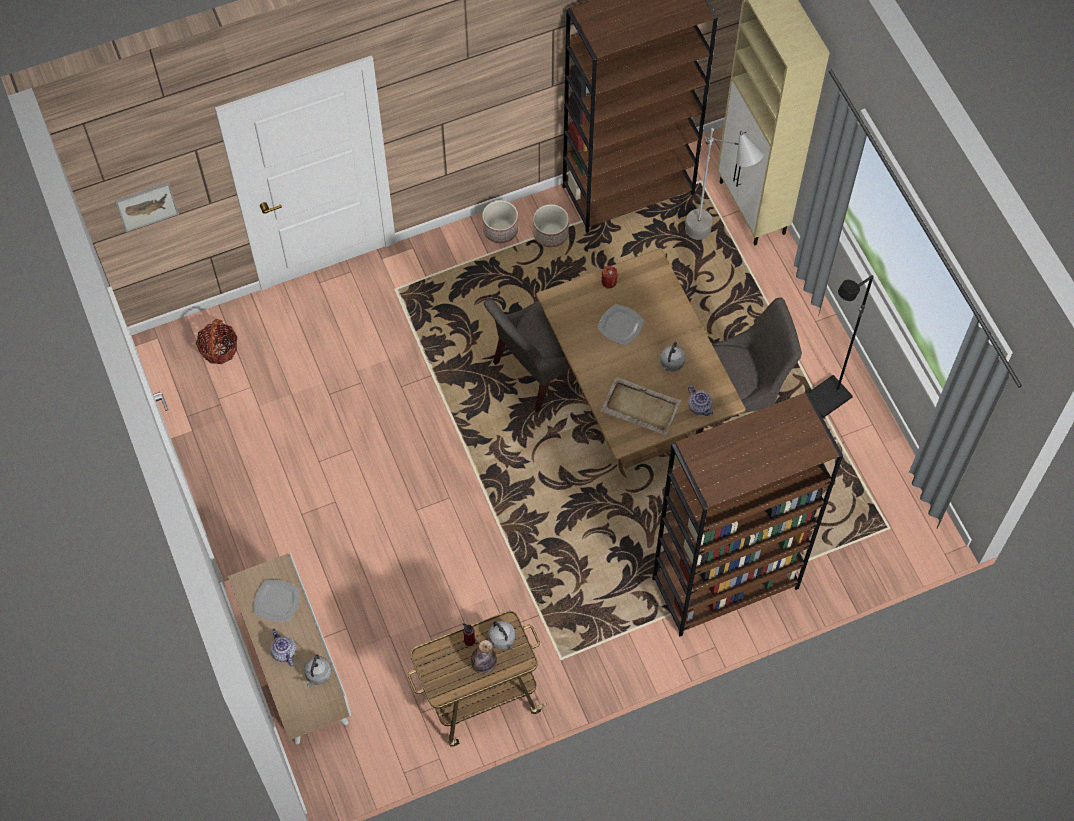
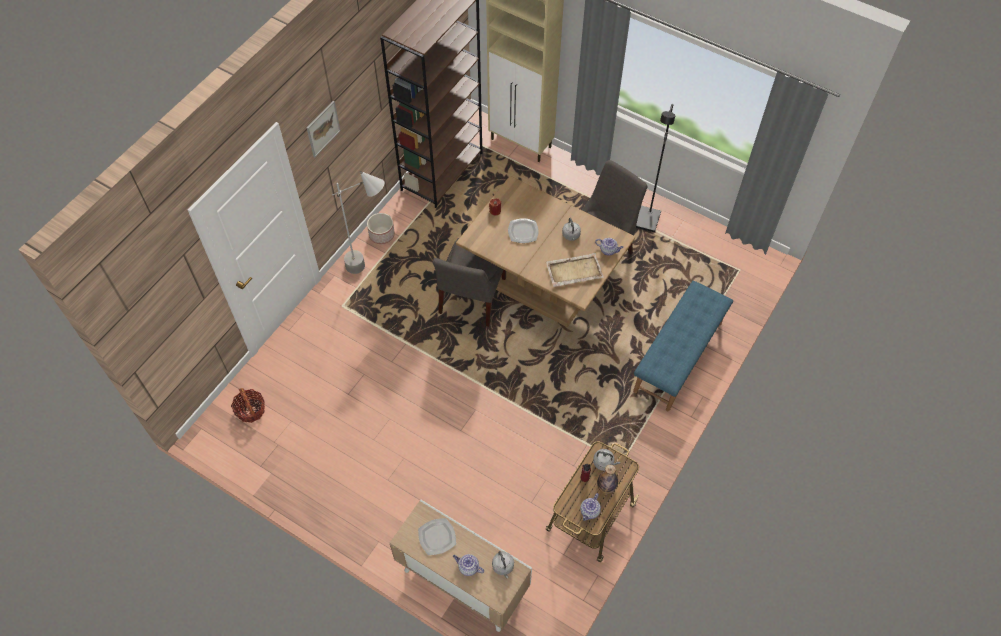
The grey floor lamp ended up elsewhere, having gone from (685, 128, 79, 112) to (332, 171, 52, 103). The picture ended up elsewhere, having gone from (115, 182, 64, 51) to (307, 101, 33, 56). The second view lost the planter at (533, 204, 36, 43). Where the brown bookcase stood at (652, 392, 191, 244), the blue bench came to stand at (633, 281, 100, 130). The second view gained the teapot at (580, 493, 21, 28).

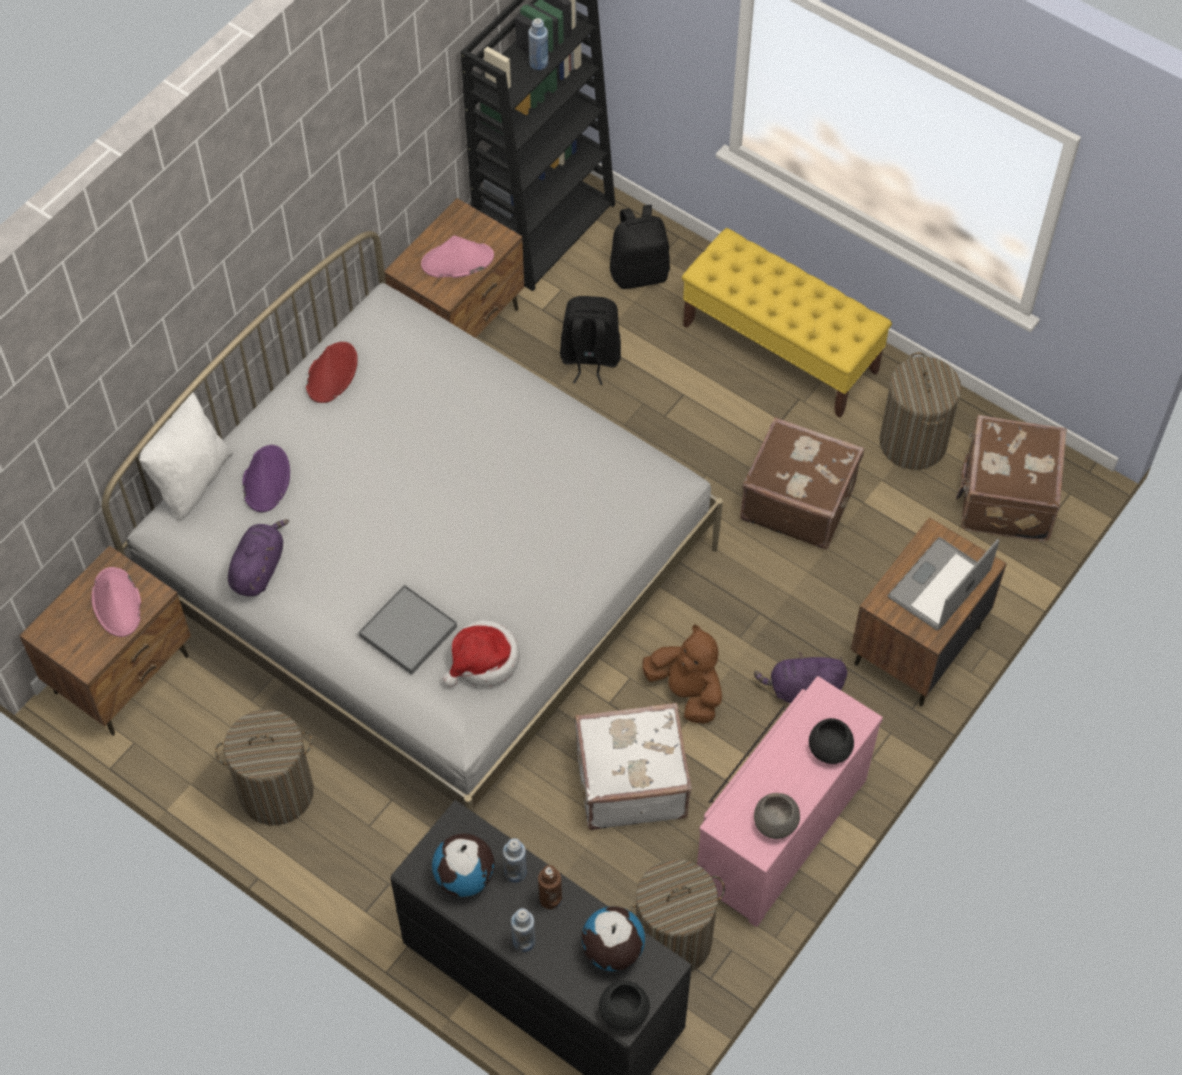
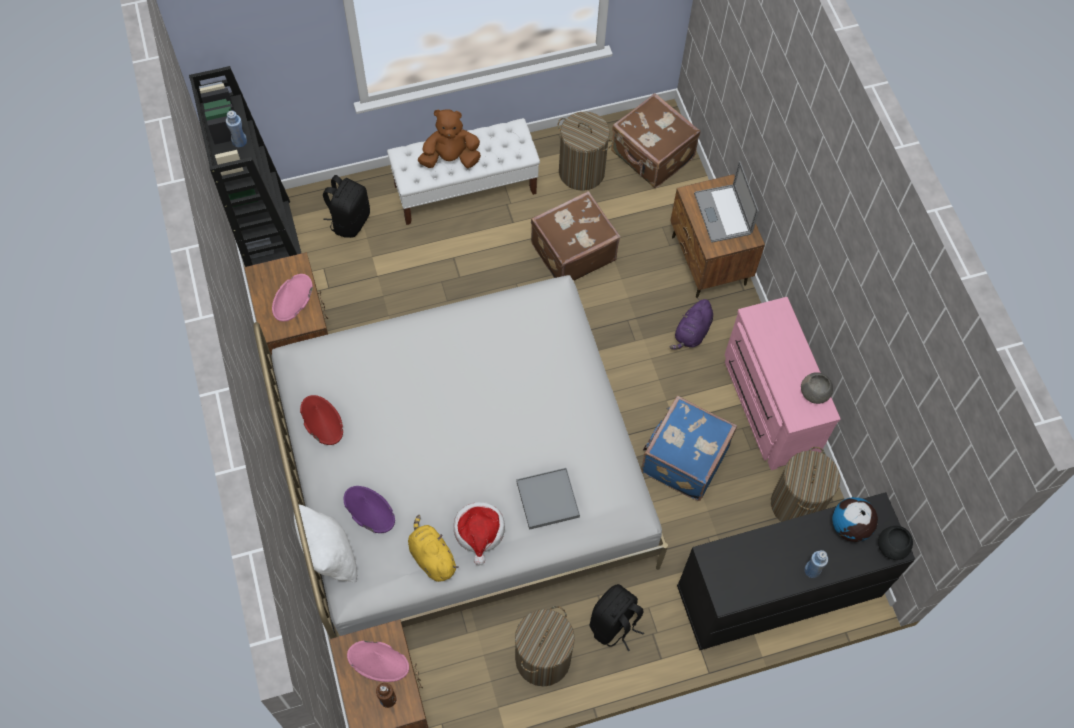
What was the yellow bench at (682, 228, 210, 190) turned into the white bench at (387, 118, 153, 107). The black backpack ended up elsewhere, having gone from (560, 296, 61, 89) to (590, 584, 54, 68). What was the purple plush toy at (228, 519, 61, 77) turned into the yellow plush toy at (408, 515, 51, 67). The hat ended up elsewhere, having gone from (442, 620, 78, 68) to (454, 502, 51, 63). The brown plush toy ended up elsewhere, having gone from (642, 624, 80, 100) to (418, 109, 63, 59). What was the white suitcase at (575, 703, 117, 127) turned into the blue suitcase at (641, 396, 96, 105). The second view lost the black bowl at (809, 718, 45, 46). The second view lost the globe at (432, 833, 63, 64). The second view lost the blue bottle at (503, 838, 24, 45). The brown bottle ended up elsewhere, having gone from (538, 865, 24, 44) to (376, 683, 20, 25).

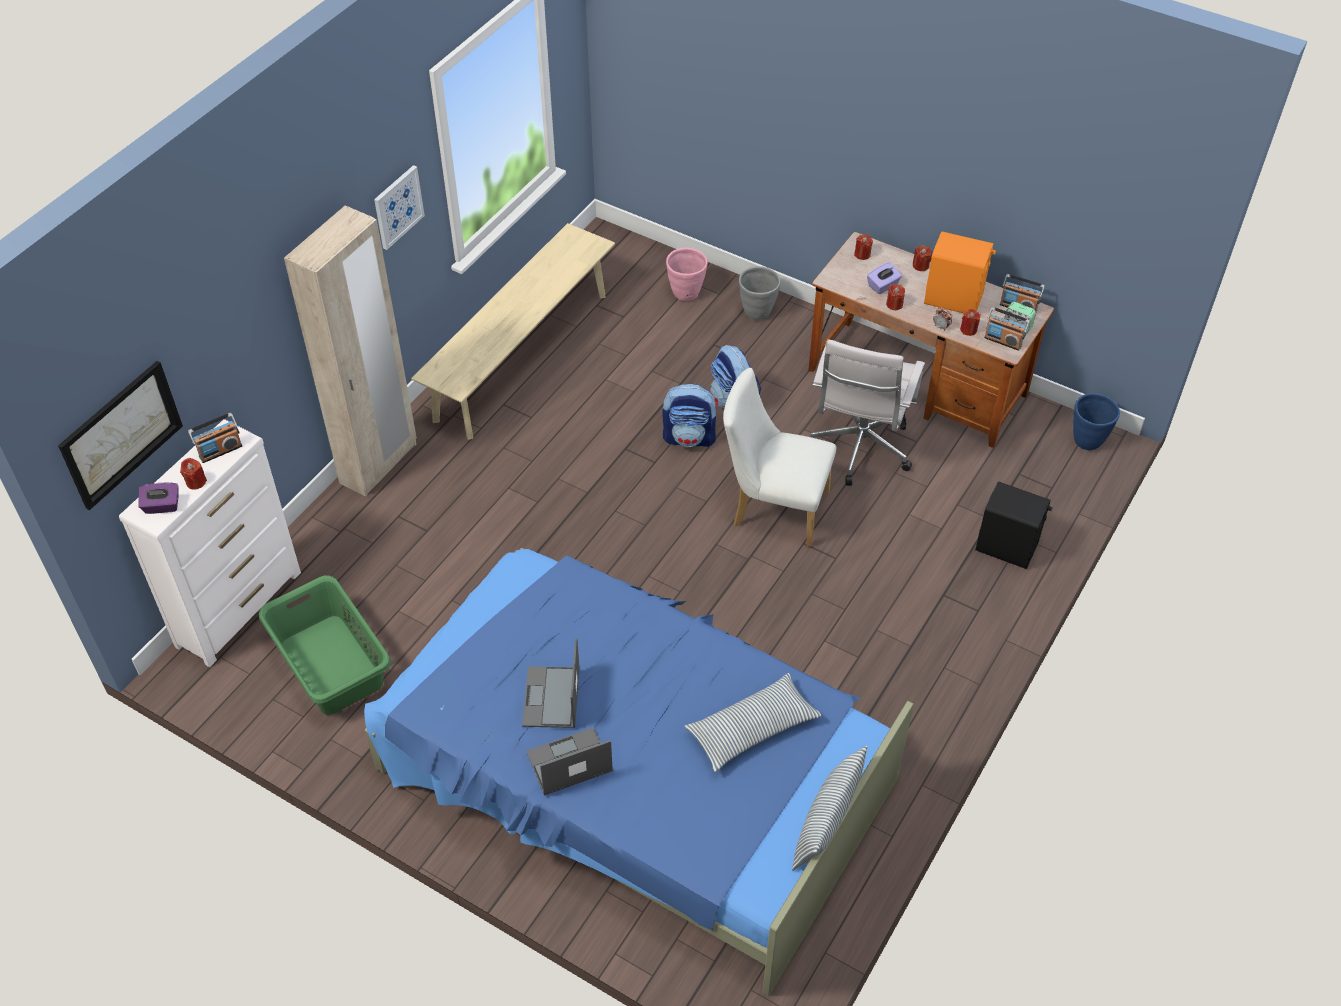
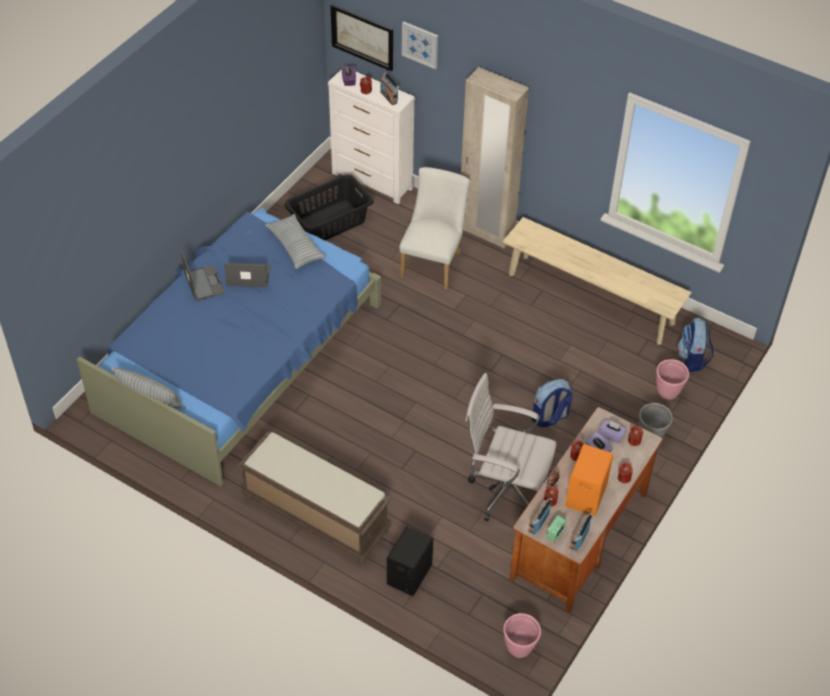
The picture ended up elsewhere, having gone from (374, 165, 51, 85) to (402, 22, 36, 47). The white chair ended up elsewhere, having gone from (723, 368, 113, 179) to (399, 167, 71, 122). The backpack ended up elsewhere, having gone from (663, 383, 55, 64) to (677, 318, 36, 54). What was the blue planter at (1073, 393, 47, 57) turned into the pink planter at (503, 613, 38, 45). What was the green laundry basket at (259, 575, 132, 140) turned into the black laundry basket at (285, 174, 89, 66). The pillow ended up elsewhere, having gone from (684, 673, 138, 99) to (265, 214, 61, 55). The second view gained the purple tissue box at (599, 420, 28, 23). The second view gained the brown bench at (238, 431, 154, 132).

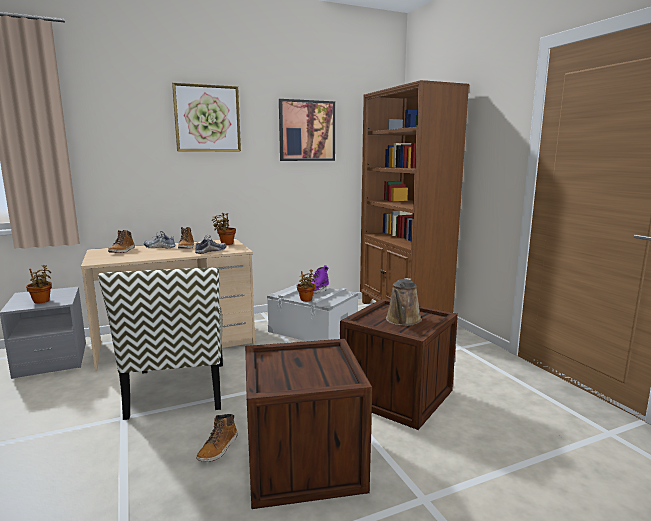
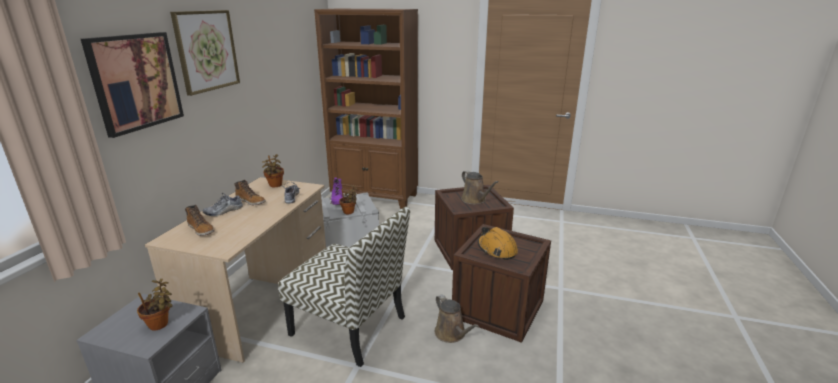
The picture ended up elsewhere, having gone from (279, 99, 56, 62) to (81, 32, 103, 106). Where the boot stood at (196, 414, 42, 48), the brown watering can came to stand at (435, 294, 44, 49). The second view gained the orange hard hat at (478, 227, 40, 33).

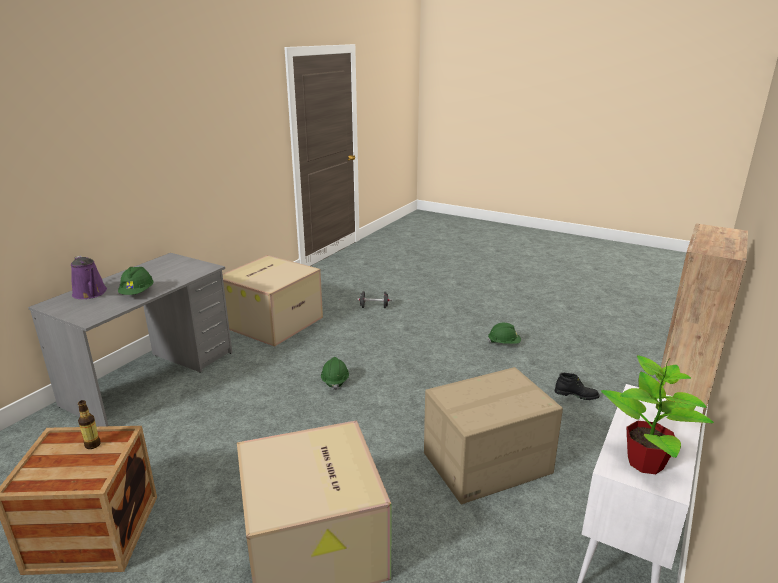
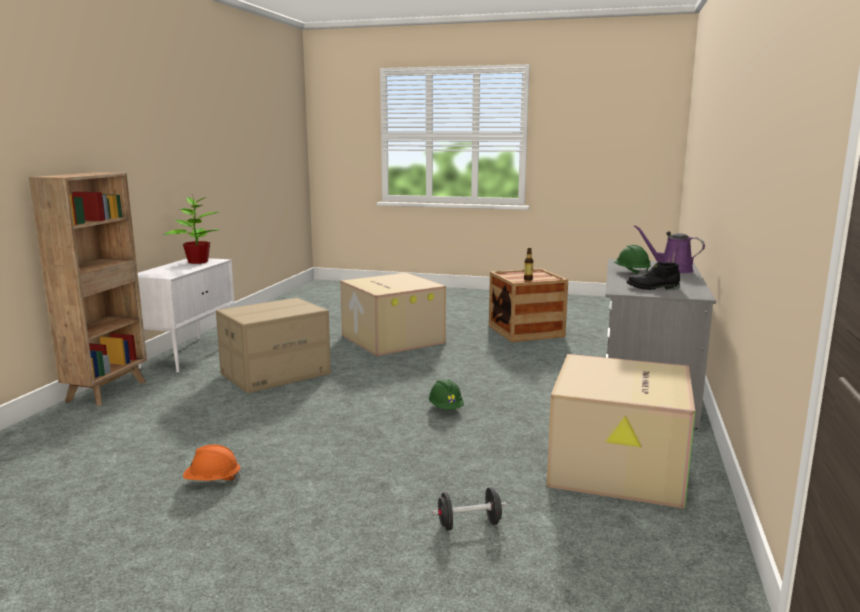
What was the green hard hat at (488, 323, 33, 21) turned into the orange hard hat at (183, 444, 59, 37). The black boot ended up elsewhere, having gone from (555, 373, 44, 27) to (627, 262, 53, 28).

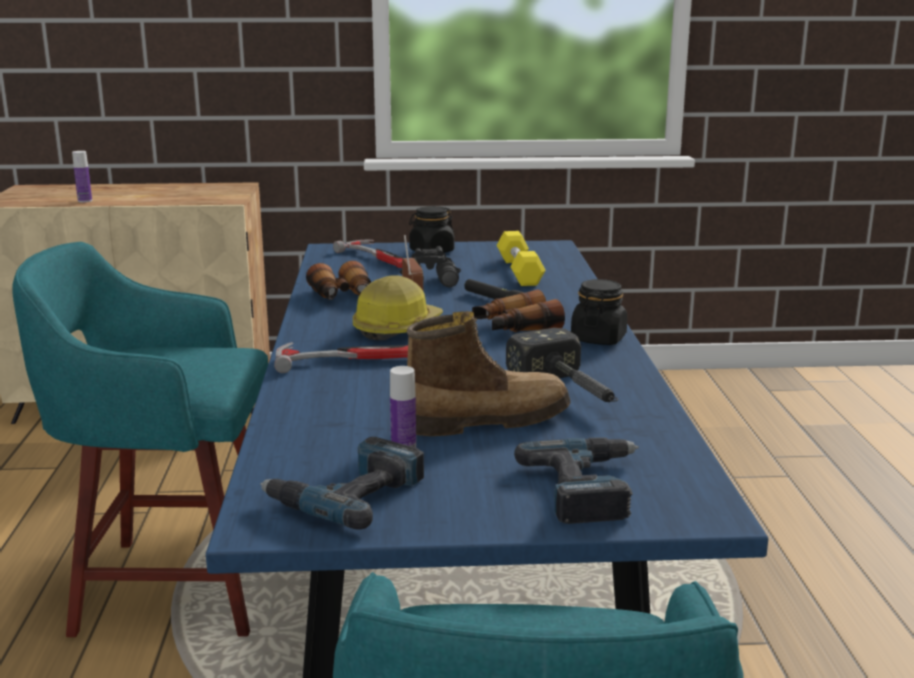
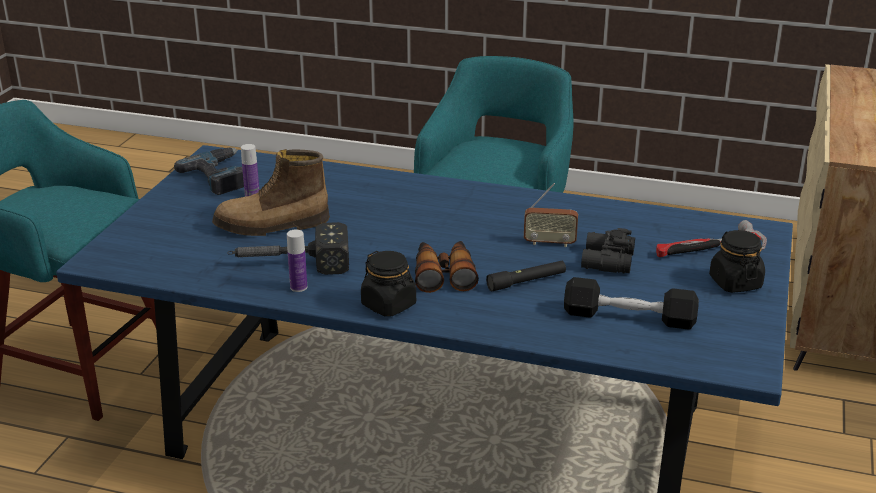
The bottle ended up elsewhere, having gone from (72, 151, 20, 51) to (287, 230, 20, 62). What was the yellow dumbbell at (497, 231, 49, 55) turned into the black dumbbell at (564, 277, 135, 53). The second view lost the binoculars at (306, 261, 65, 39). The second view lost the hard hat at (353, 275, 90, 65). The boot at (407, 311, 164, 125) ended up facing another way, 75 degrees clockwise from before. The second view lost the hammer at (274, 342, 134, 31). The second view lost the power drill at (514, 437, 125, 87).

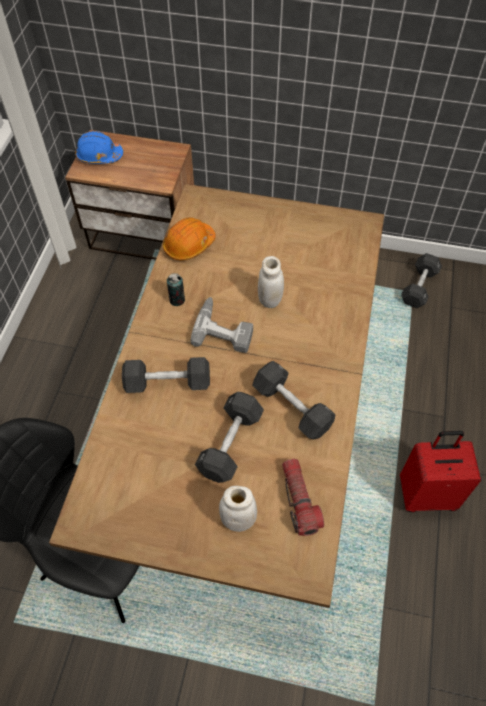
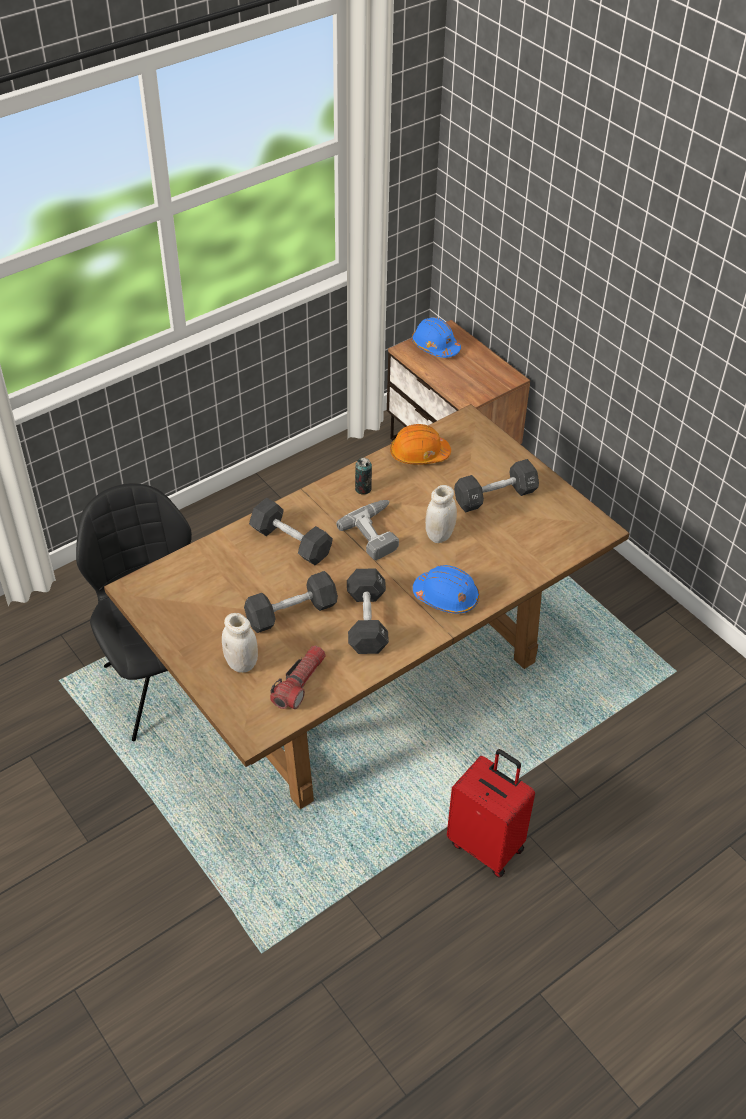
The black dumbbell ended up elsewhere, having gone from (401, 253, 41, 55) to (454, 459, 85, 53). The second view gained the blue hard hat at (413, 565, 66, 48).

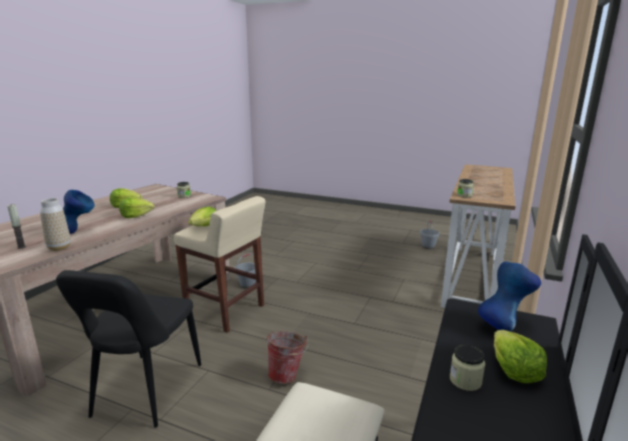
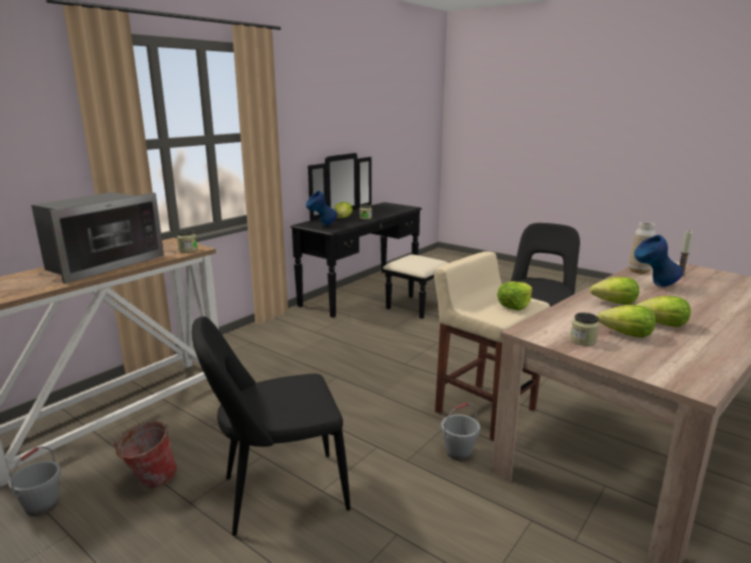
The bucket ended up elsewhere, having gone from (267, 331, 41, 53) to (113, 421, 64, 67). The second view gained the microwave at (31, 192, 133, 92). The second view gained the lettuce at (597, 305, 59, 33). The second view gained the black chair at (192, 316, 159, 220).

